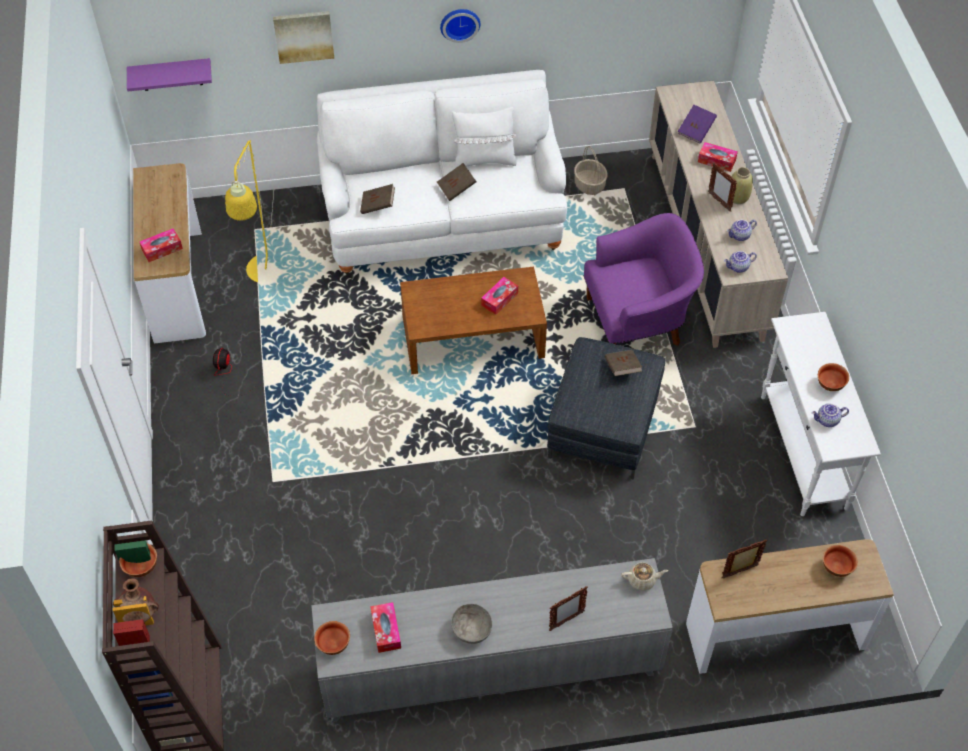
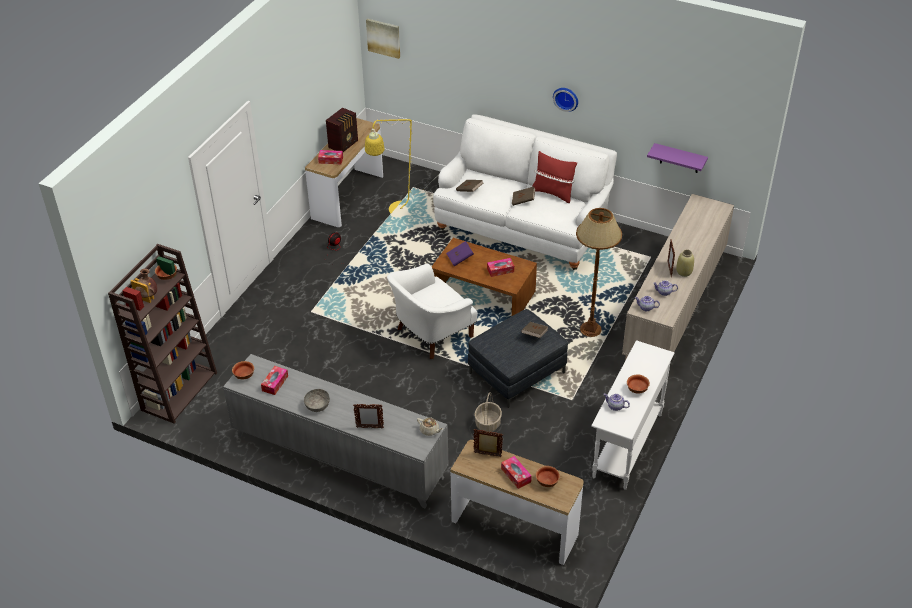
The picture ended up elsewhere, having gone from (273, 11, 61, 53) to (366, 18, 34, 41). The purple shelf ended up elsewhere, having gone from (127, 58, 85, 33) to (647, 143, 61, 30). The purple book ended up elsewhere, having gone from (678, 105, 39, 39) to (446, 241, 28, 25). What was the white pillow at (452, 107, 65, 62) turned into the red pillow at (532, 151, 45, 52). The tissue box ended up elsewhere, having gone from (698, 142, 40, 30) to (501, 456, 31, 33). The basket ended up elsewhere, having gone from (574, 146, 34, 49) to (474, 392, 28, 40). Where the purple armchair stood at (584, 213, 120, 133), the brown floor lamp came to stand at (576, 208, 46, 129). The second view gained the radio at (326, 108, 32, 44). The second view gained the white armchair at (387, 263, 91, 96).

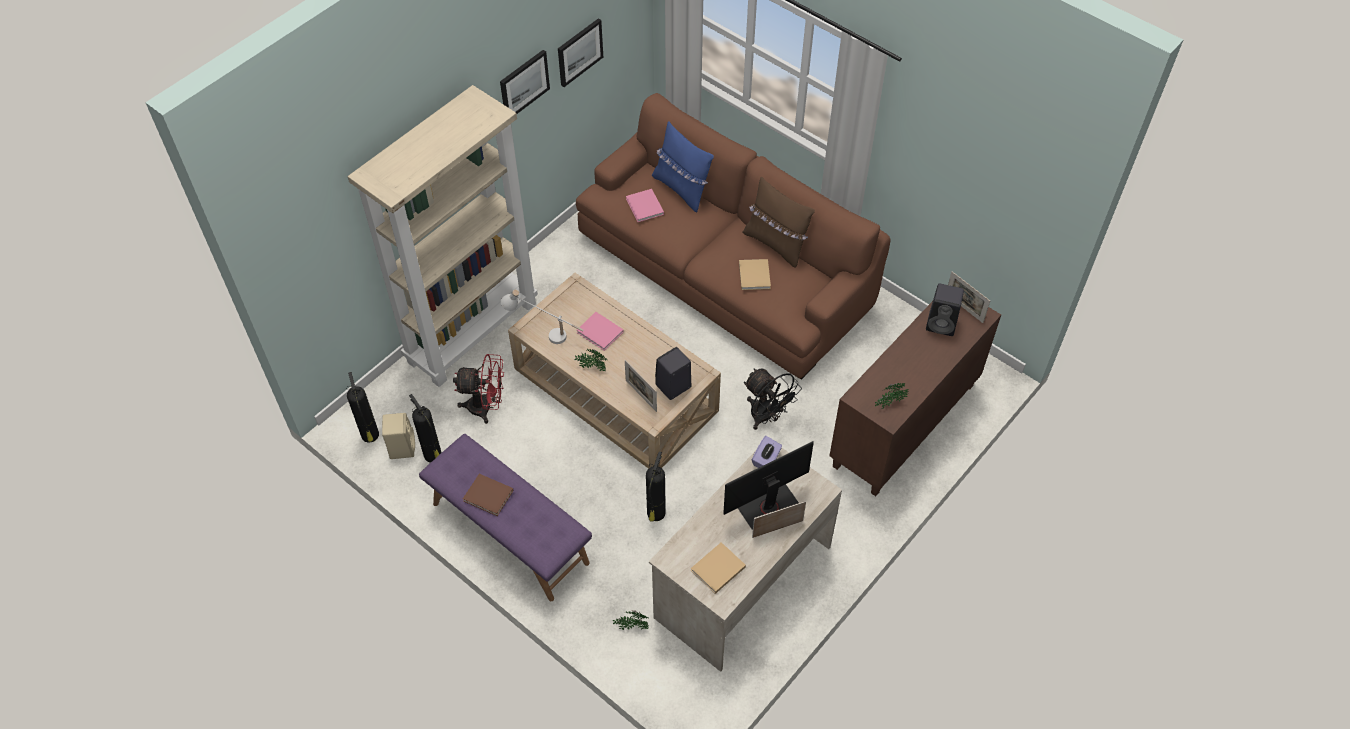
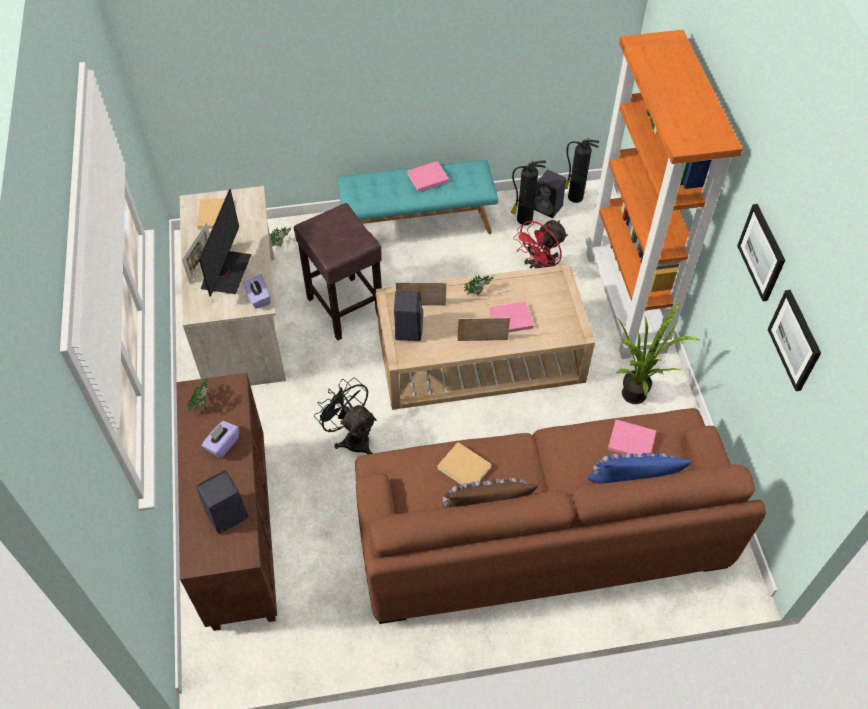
What was the beige bookcase at (347, 85, 191, 302) turned into the orange bookcase at (586, 30, 157, 329). The picture frame ended up elsewhere, having gone from (948, 271, 42, 52) to (457, 317, 53, 24). The second view lost the white table lamp at (501, 289, 82, 55). The black fan at (744, 369, 58, 61) ended up facing another way, 45 degrees clockwise from before. What was the beige speaker at (382, 413, 33, 46) turned into the black speaker at (534, 170, 32, 48). What was the purple bench at (419, 434, 173, 167) turned into the turquoise bench at (337, 160, 161, 74). Where the fire extinguisher stood at (646, 451, 20, 71), the brown stool came to stand at (294, 203, 88, 138). What was the brown book at (463, 474, 51, 42) turned into the pink book at (407, 161, 42, 31). The second view gained the potted plant at (613, 303, 88, 101). The second view gained the purple tissue box at (202, 421, 37, 37).

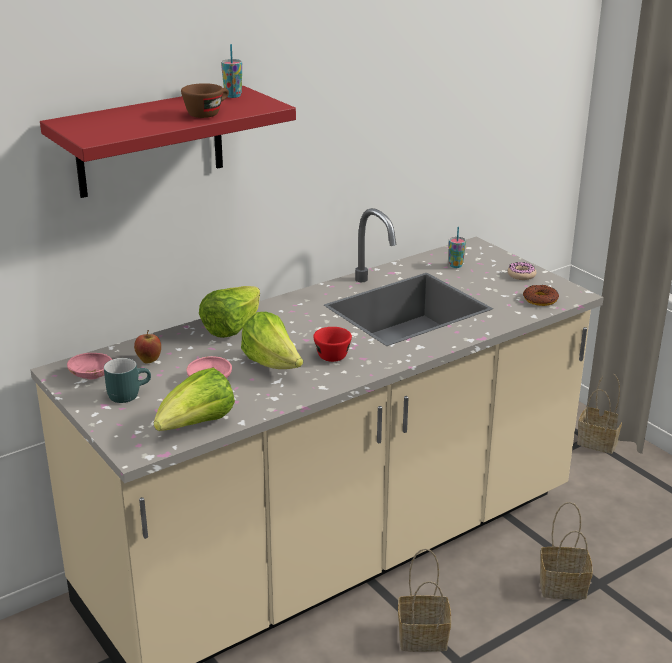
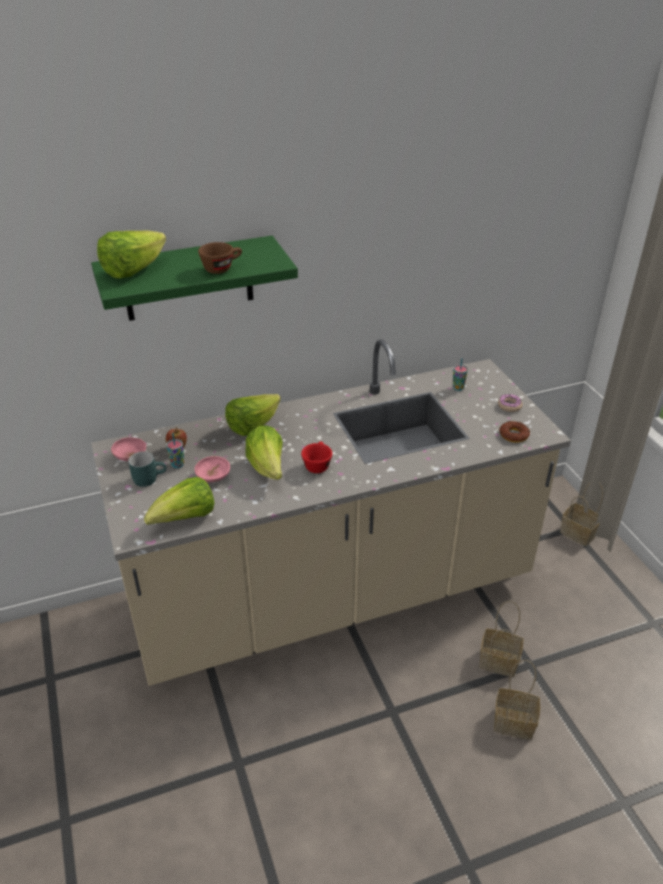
The cup ended up elsewhere, having gone from (221, 44, 21, 54) to (166, 433, 18, 35). What was the red shelf at (40, 86, 256, 112) turned into the green shelf at (91, 236, 207, 85). The basket ended up elsewhere, having gone from (398, 549, 53, 103) to (494, 660, 46, 80). The second view gained the lettuce at (97, 230, 69, 49).

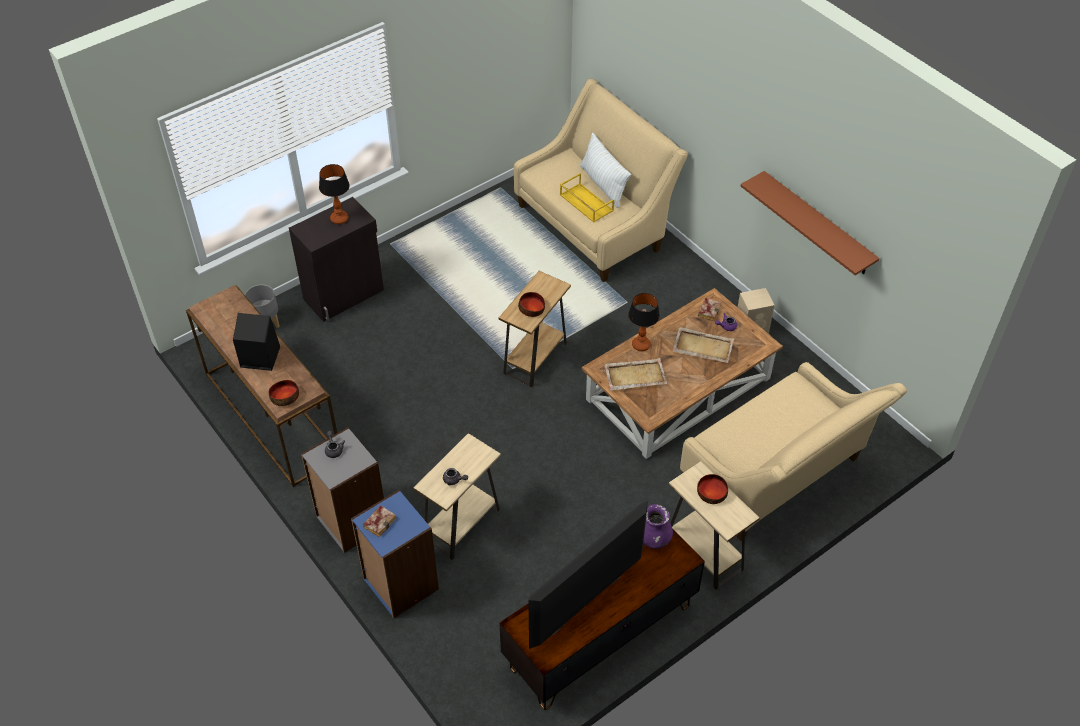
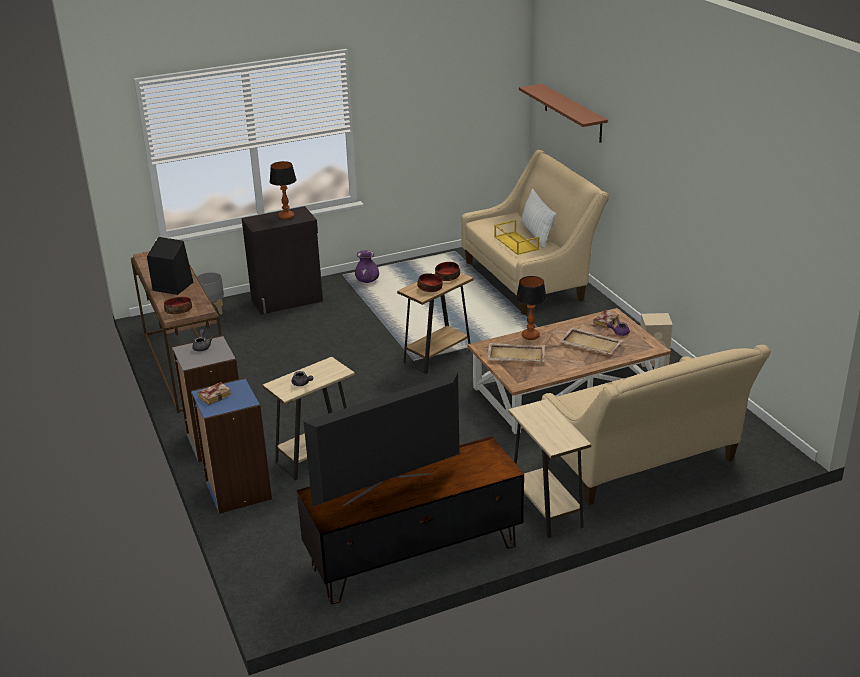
The brown shelf ended up elsewhere, having gone from (741, 171, 139, 104) to (519, 84, 89, 59). The bowl ended up elsewhere, having gone from (697, 474, 31, 30) to (435, 262, 25, 19). The purple vase ended up elsewhere, having gone from (643, 504, 30, 45) to (355, 250, 24, 33).

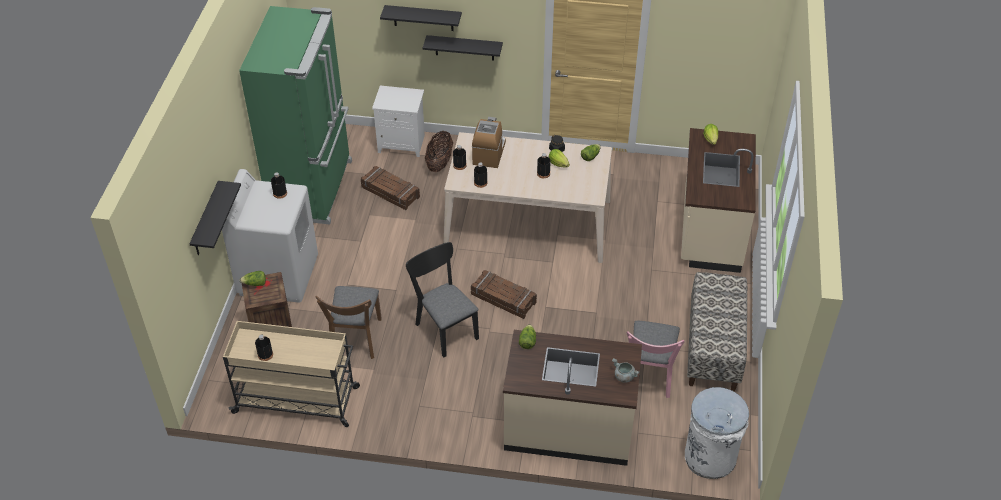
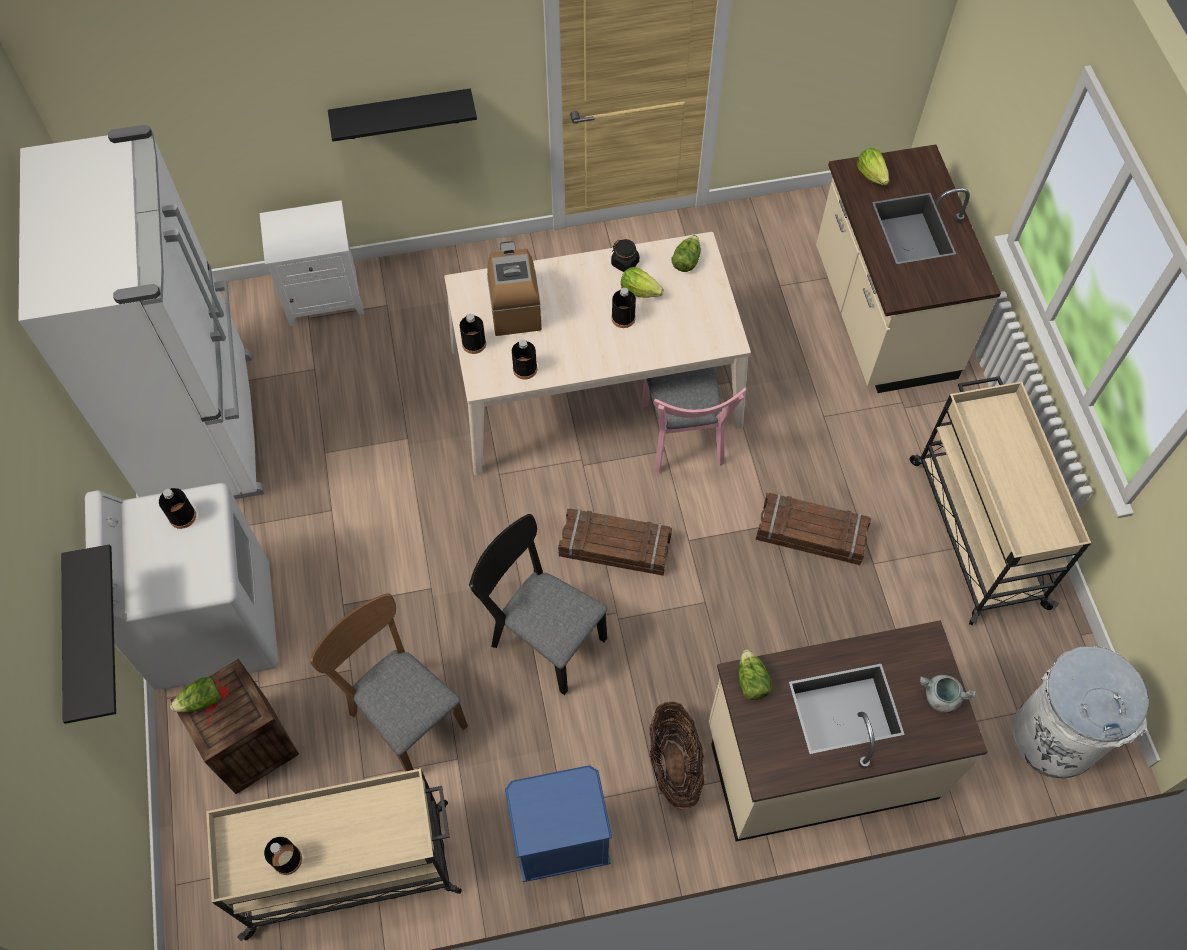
The second view lost the black shelf at (380, 5, 82, 26). What was the green fridge at (239, 6, 113, 218) turned into the white fridge at (19, 125, 245, 374). The basket ended up elsewhere, having gone from (425, 131, 28, 41) to (650, 702, 54, 108). The crate ended up elsewhere, having gone from (361, 166, 59, 44) to (756, 493, 115, 72). Where the bench stood at (687, 272, 60, 119), the beige cart came to stand at (909, 376, 182, 249). The brown chair at (315, 286, 67, 73) ended up facing another way, 150 degrees clockwise from before. The pink chair ended up elsewhere, having gone from (627, 321, 58, 77) to (642, 367, 104, 107). The second view gained the blue nightstand at (505, 765, 107, 117).

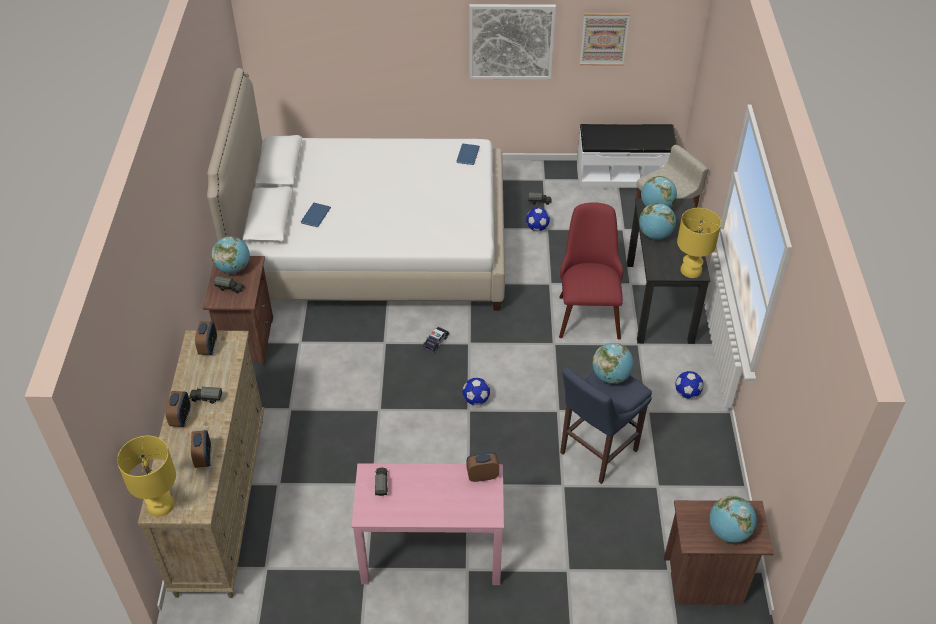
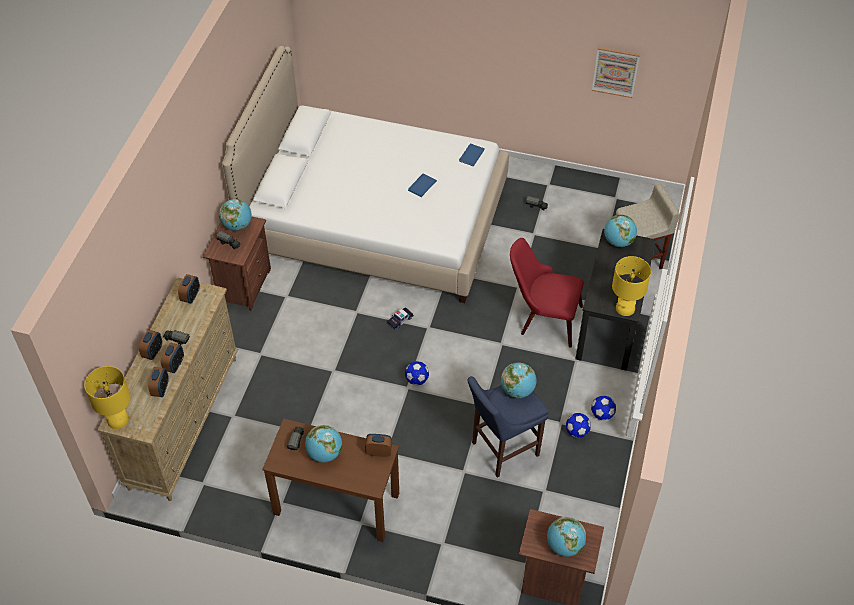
The second view lost the picture at (469, 4, 87, 75). The second view lost the white bench at (577, 124, 100, 66). The red chair at (559, 202, 64, 138) ended up facing another way, 90 degrees counterclockwise from before. The blue book ended up elsewhere, having gone from (301, 203, 30, 24) to (408, 173, 29, 24). The globe ended up elsewhere, having gone from (639, 203, 37, 37) to (305, 425, 37, 38). The football ended up elsewhere, having gone from (526, 208, 24, 23) to (566, 413, 25, 25). What was the pink desk at (352, 463, 152, 122) turned into the brown desk at (262, 419, 137, 123). The second view gained the alarm clock at (161, 343, 23, 30).

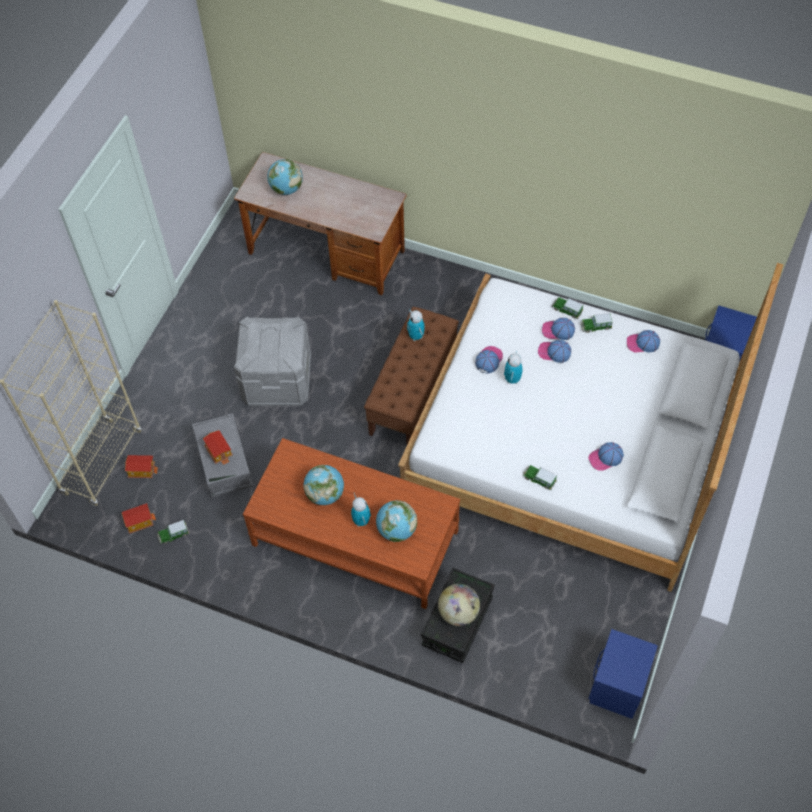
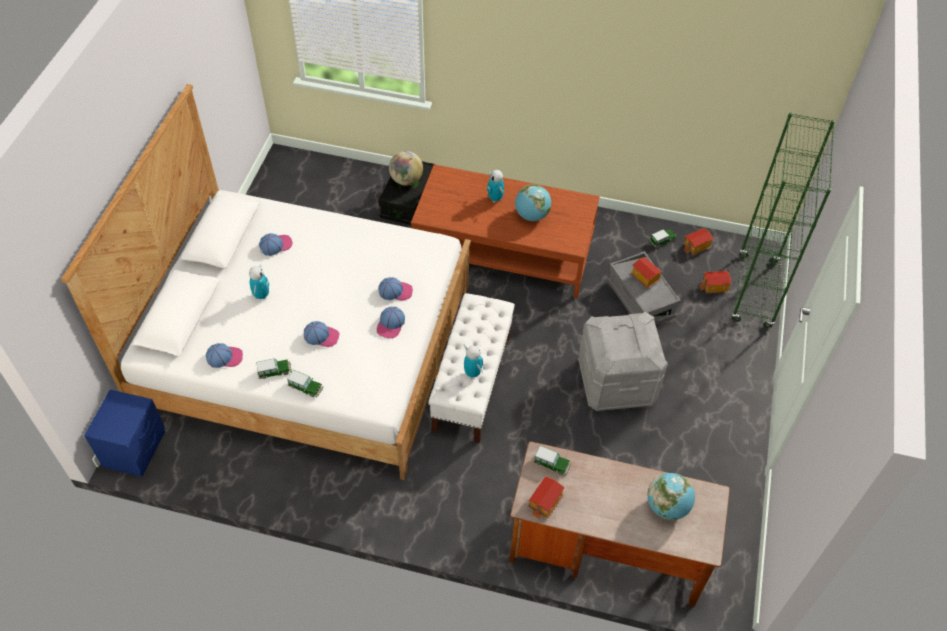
What was the beige bookcase at (0, 300, 141, 207) turned into the green bookcase at (732, 112, 103, 216). What was the brown bench at (364, 307, 95, 137) turned into the white bench at (428, 293, 87, 150). The cap ended up elsewhere, having gone from (542, 318, 33, 22) to (378, 277, 35, 24). The toy robot ended up elsewhere, having gone from (504, 350, 18, 34) to (249, 264, 20, 36). The toy car ended up elsewhere, having gone from (522, 465, 35, 26) to (533, 446, 38, 29). The second view lost the globe at (376, 500, 41, 42). The second view lost the blue nightstand at (588, 629, 70, 90). The second view gained the toy house at (528, 476, 37, 43).

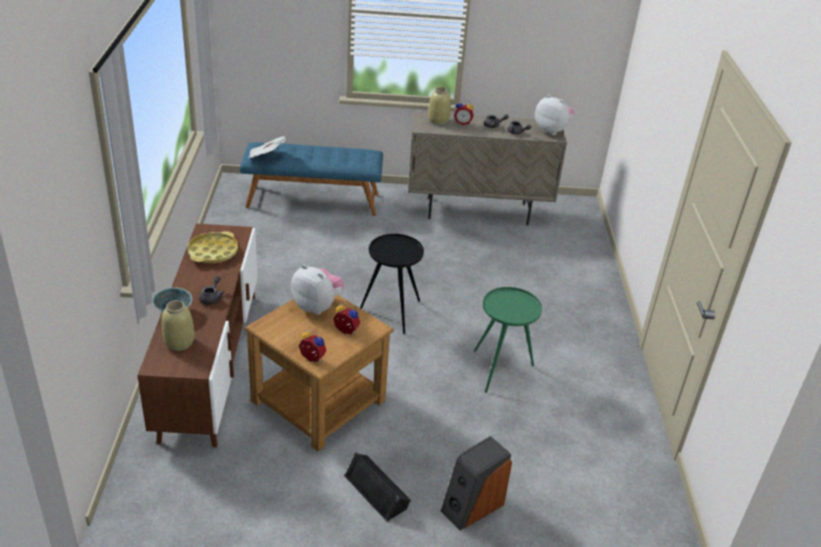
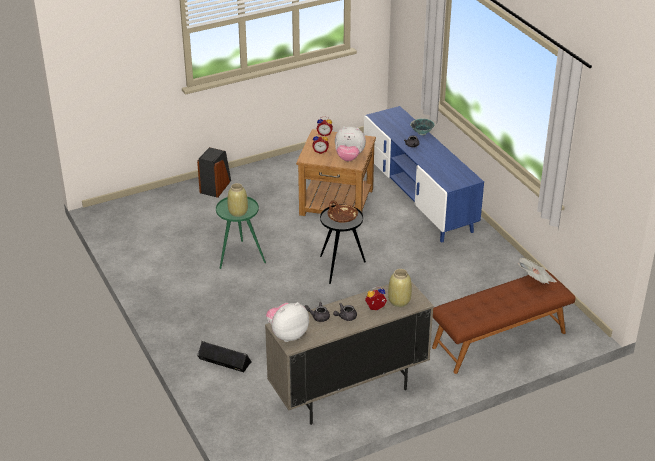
The plush toy at (535, 94, 39, 41) ended up facing another way, 135 degrees clockwise from before. What was the blue bench at (240, 142, 143, 74) turned into the brown bench at (432, 270, 144, 104). What was the brown tv stand at (137, 223, 121, 224) turned into the blue tv stand at (364, 106, 120, 137). The second view lost the yellow tray at (187, 231, 51, 32). The beige vase ended up elsewhere, having gone from (162, 300, 32, 51) to (228, 183, 20, 34). The black speaker ended up elsewhere, having gone from (344, 452, 67, 70) to (197, 341, 55, 31). The second view gained the brown bowl at (327, 200, 31, 23).

